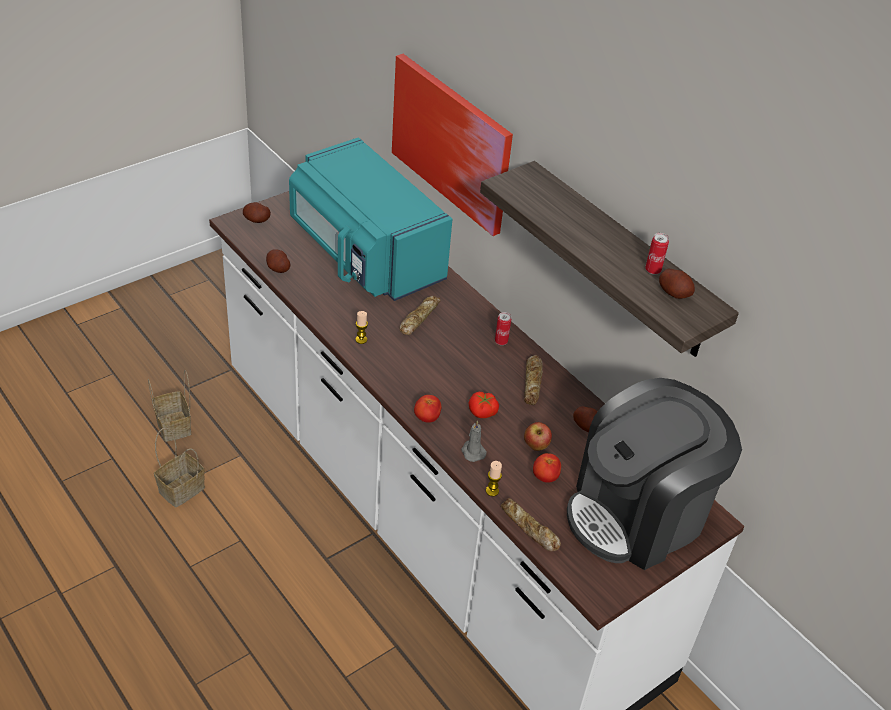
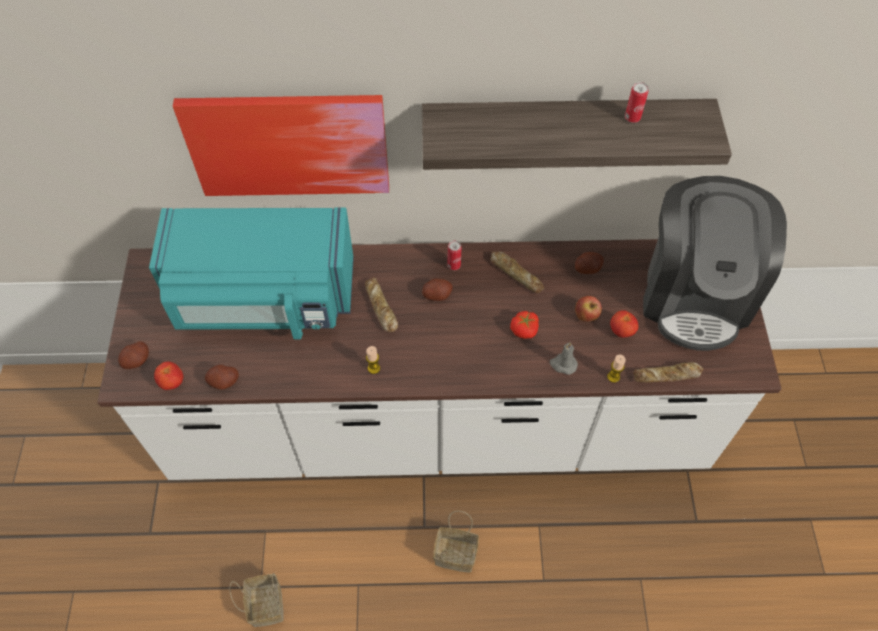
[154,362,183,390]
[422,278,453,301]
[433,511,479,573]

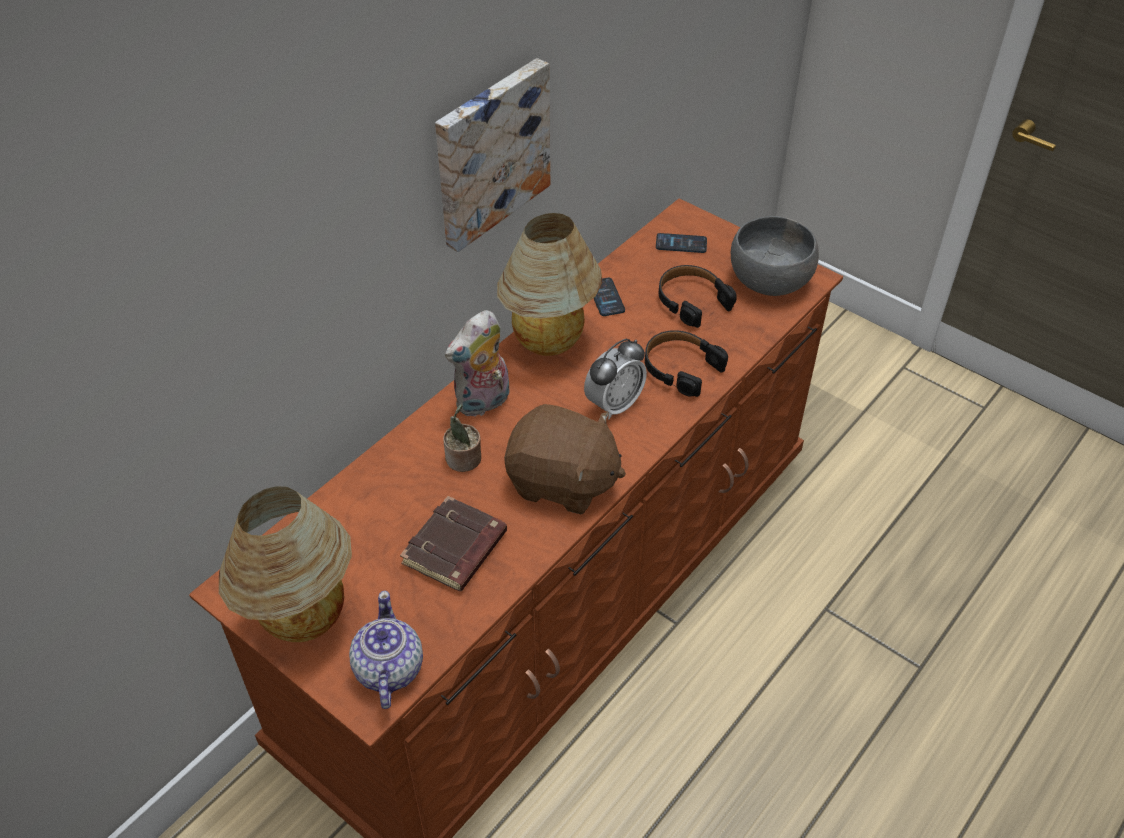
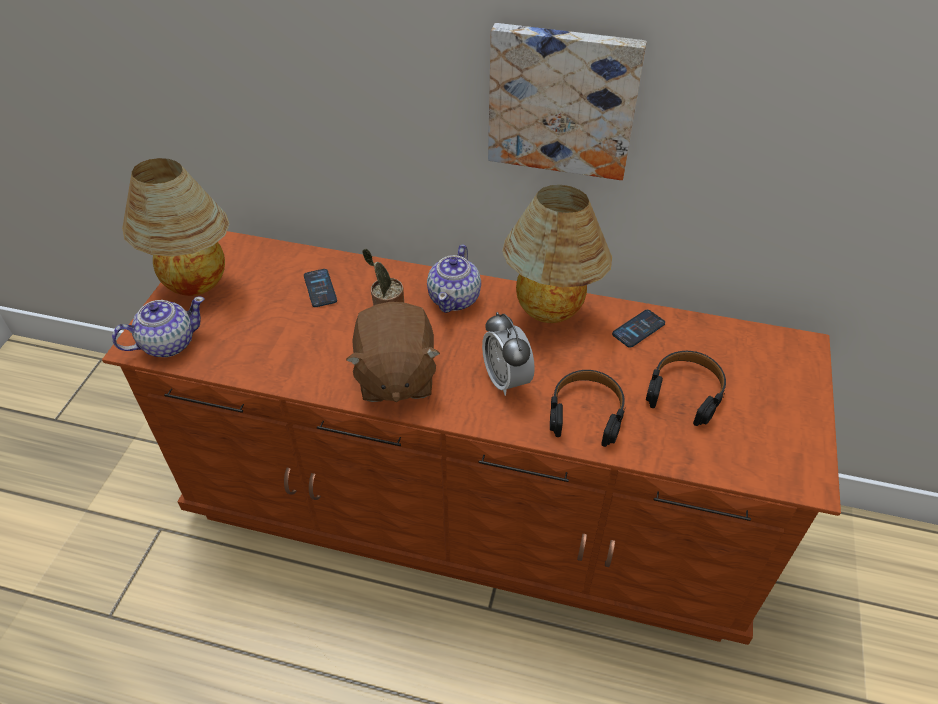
[304,269,337,307]
[427,244,481,313]
[482,312,535,396]
[400,496,507,591] (first image)
[731,216,819,296] (first image)

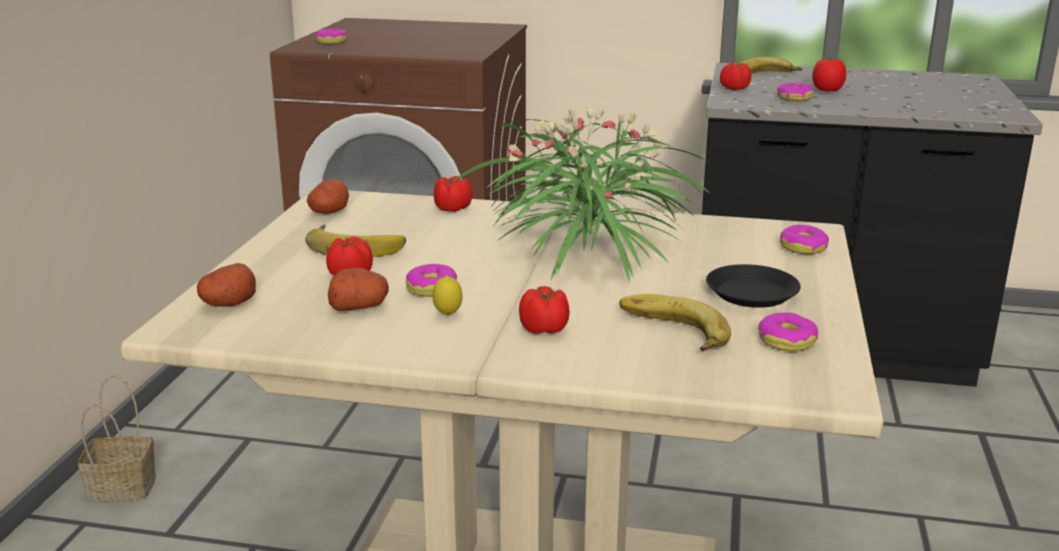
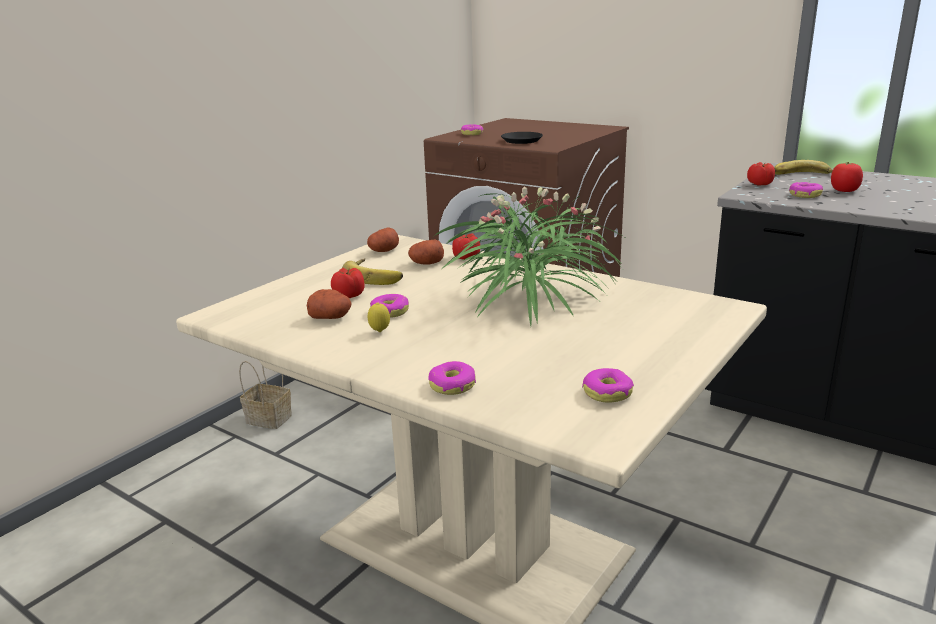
[408,240,444,265]
[428,361,476,395]
[501,132,543,144]
[519,286,570,334] (first image)
[619,294,731,352] (first image)

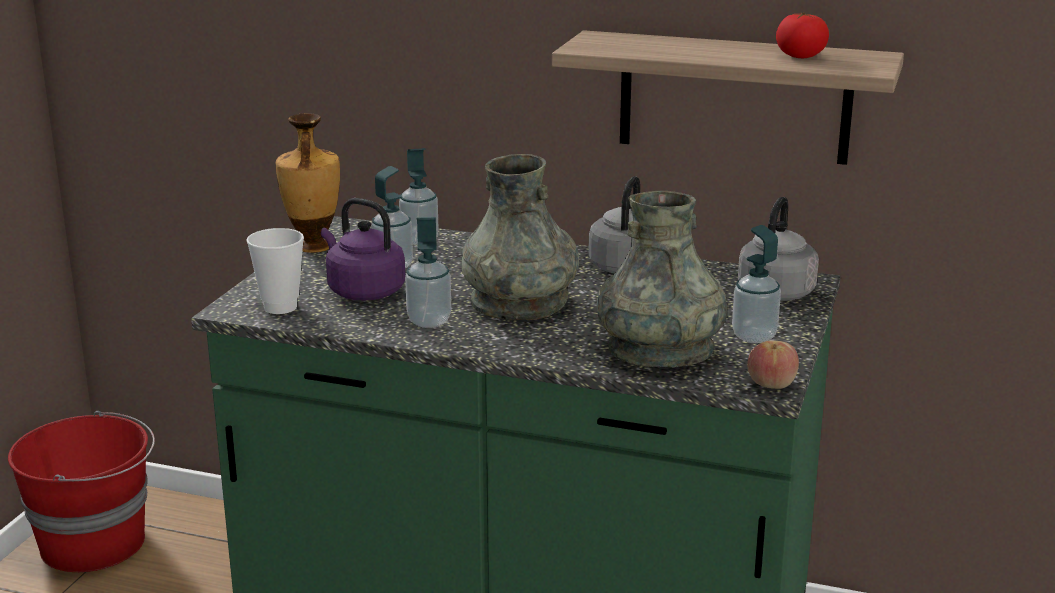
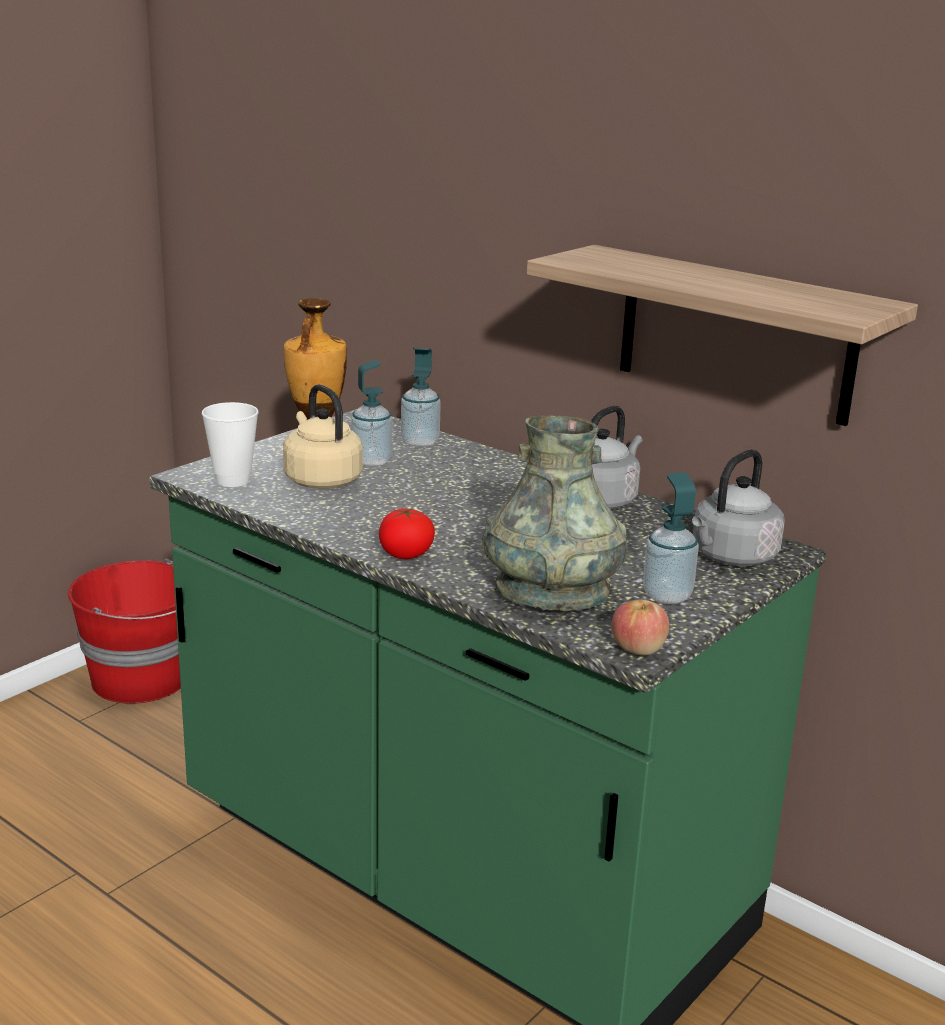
[283,384,363,489]
[379,508,435,559]
[405,217,451,328] (first image)
[462,154,579,320] (first image)

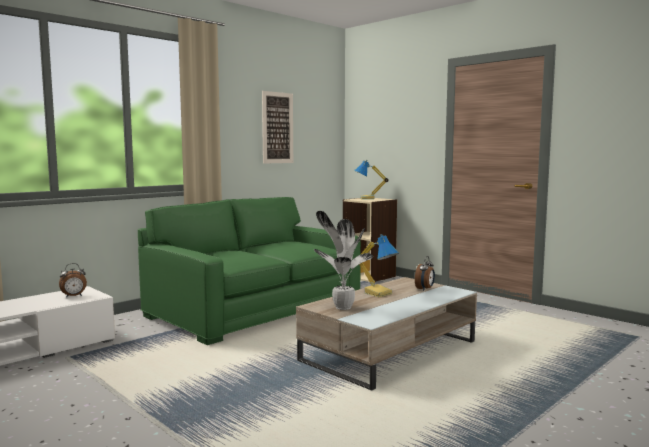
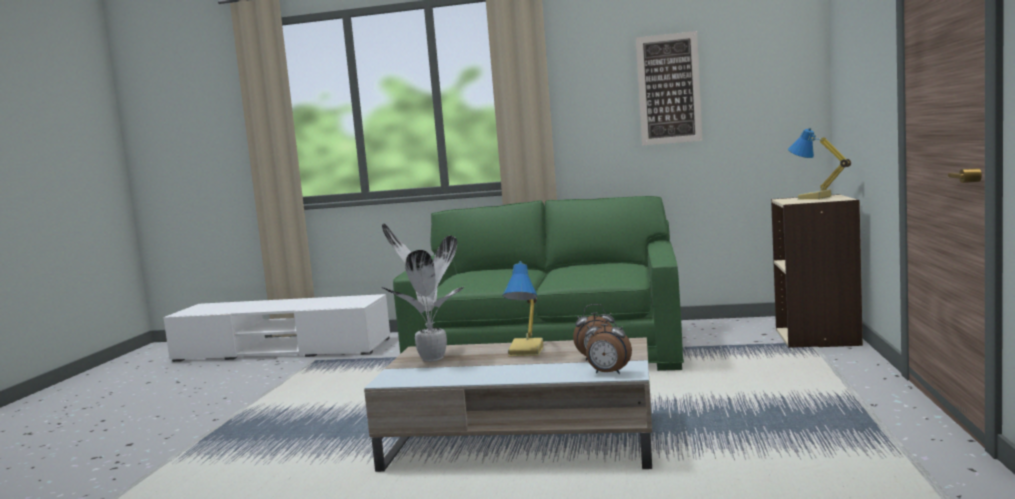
[585,315,632,374]

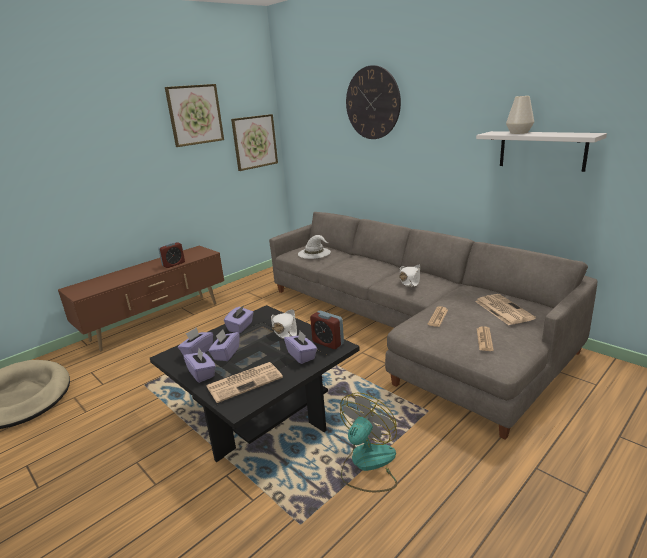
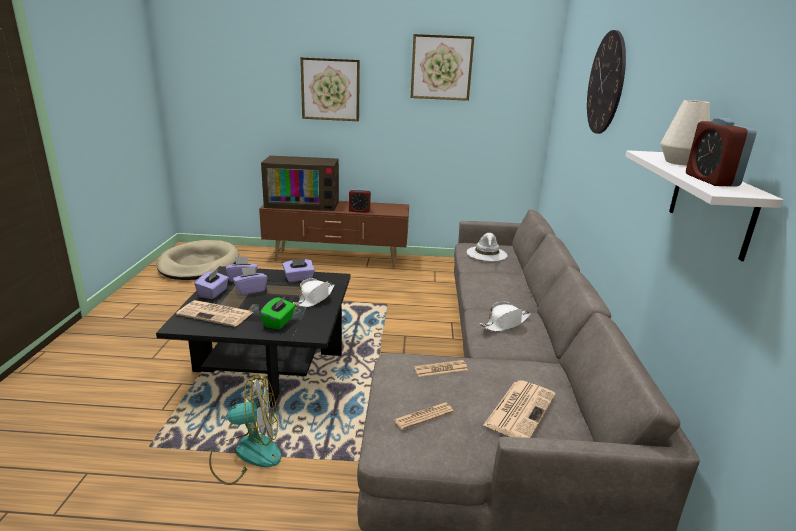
[260,296,296,329]
[261,156,339,211]
[300,57,360,121]
[686,118,756,187]

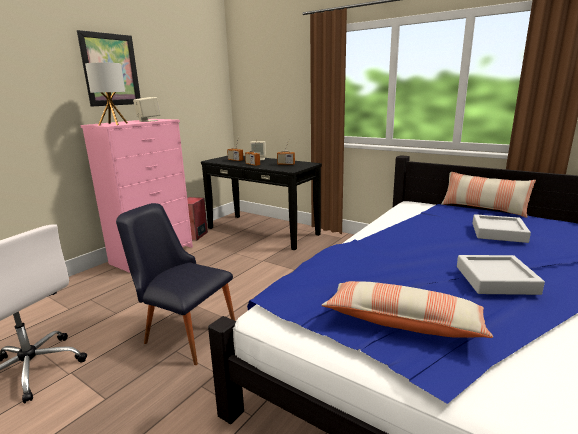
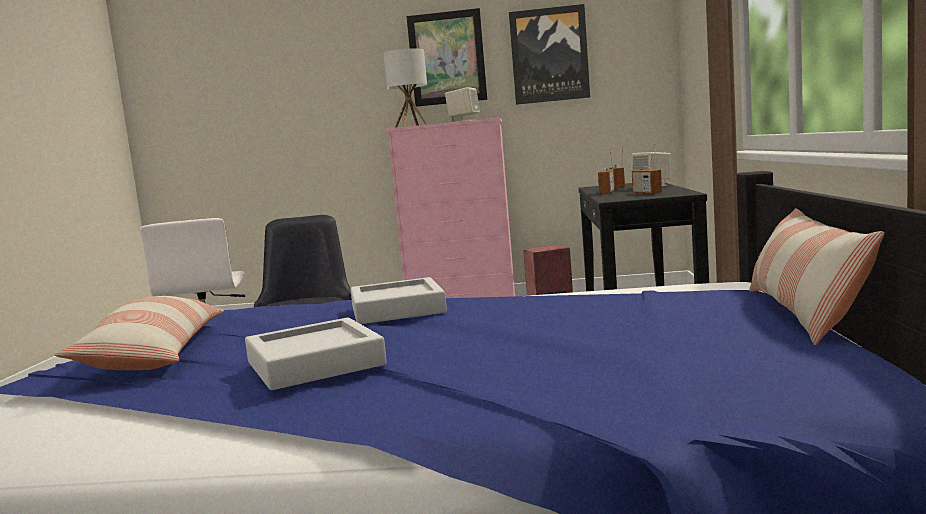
[350,277,447,324]
[509,4,590,105]

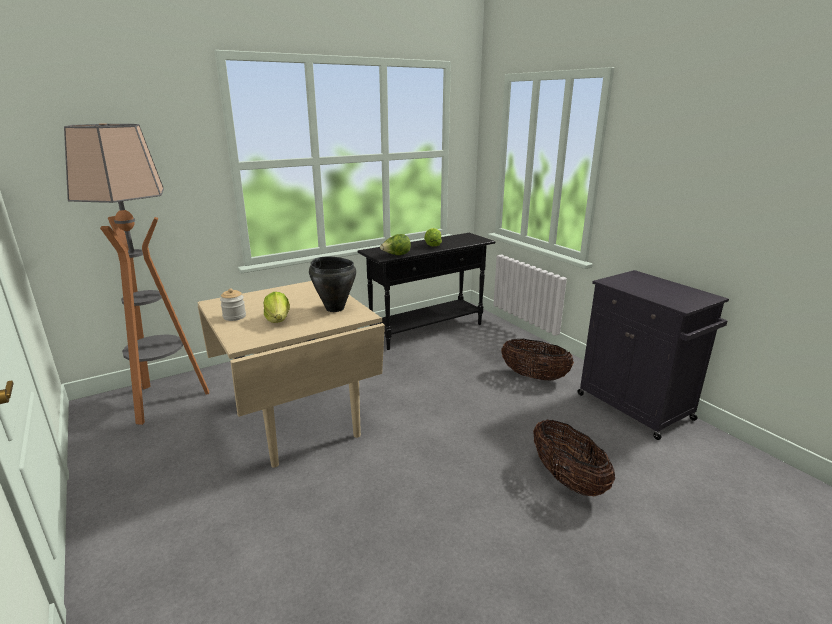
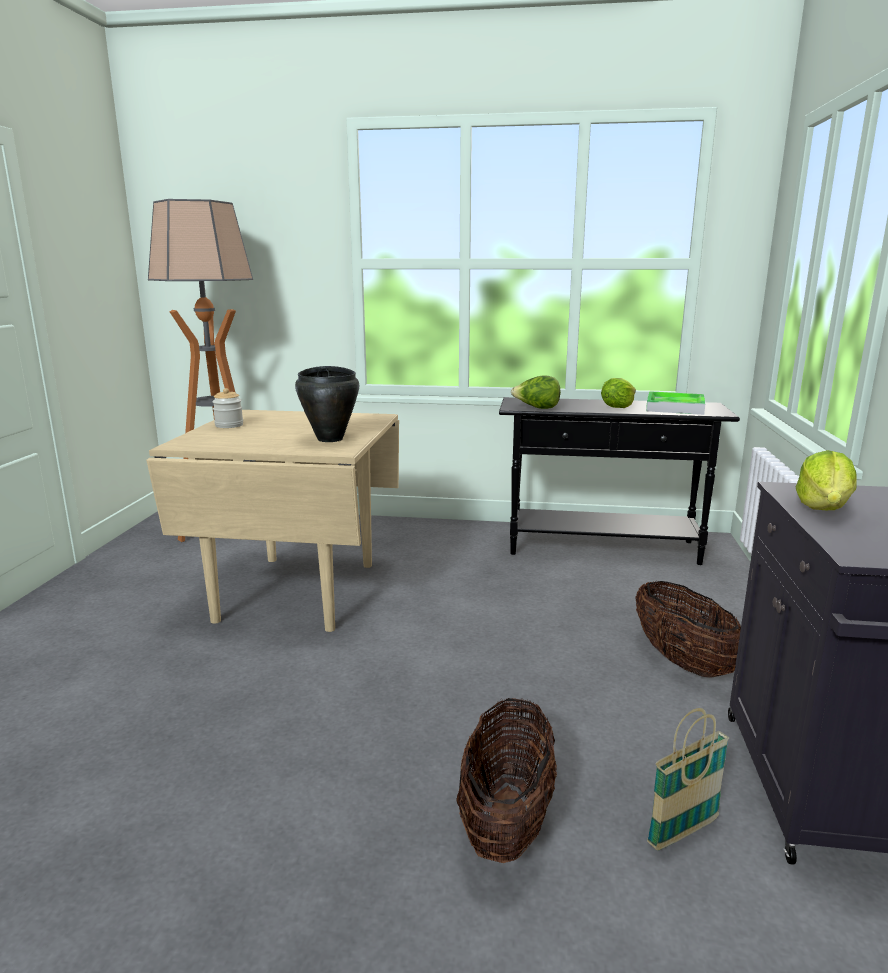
[646,391,705,415]
[647,708,729,851]
[796,450,857,510]

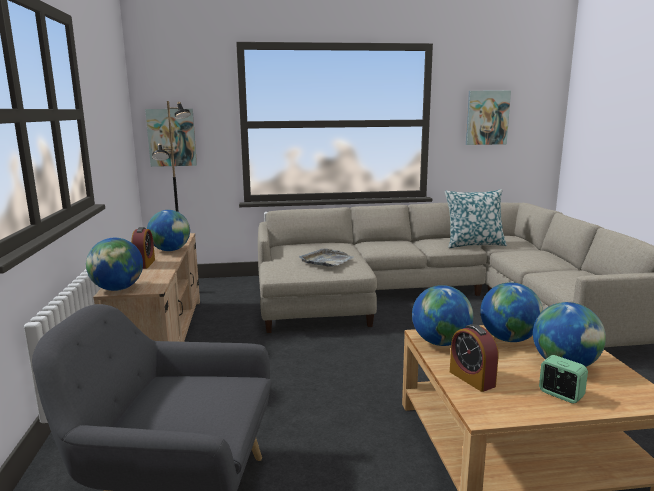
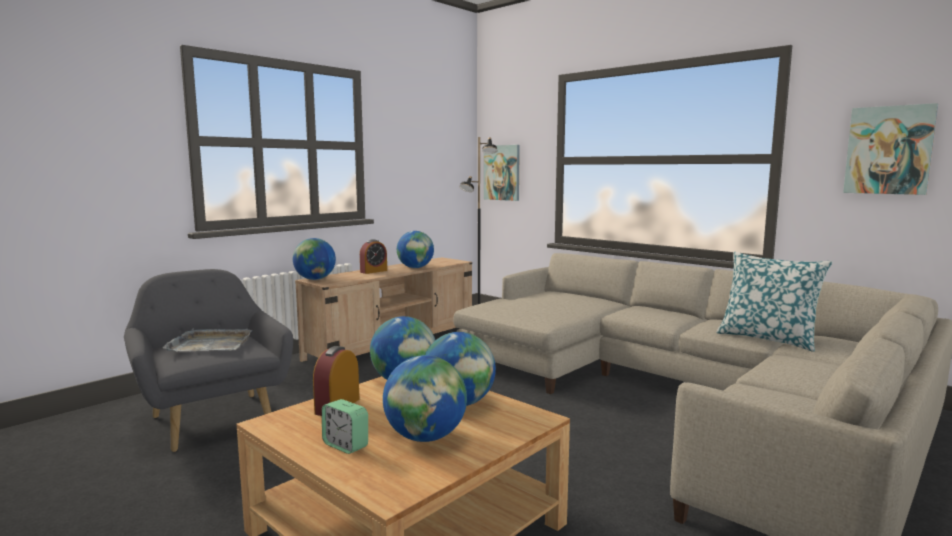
[163,328,252,351]
[322,399,368,454]

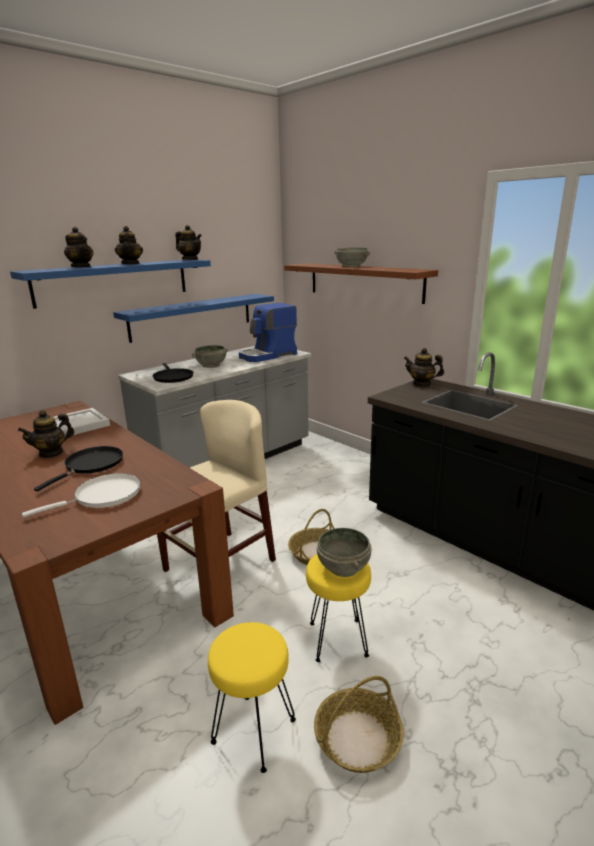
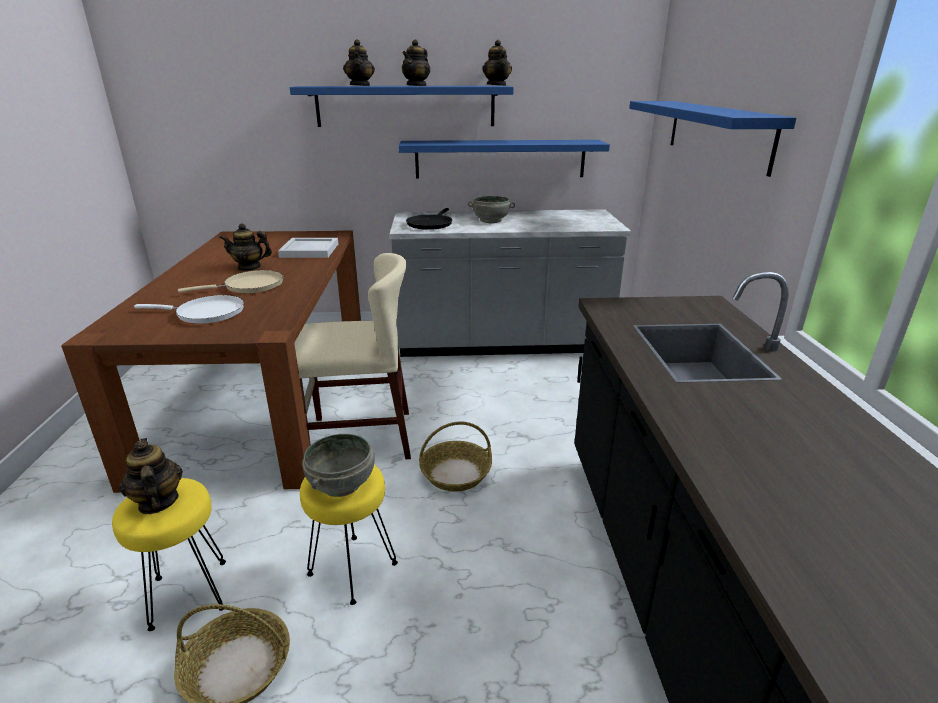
[119,438,183,514]
[178,270,283,293]
[629,101,797,177]
[239,303,297,362] (first image)
[335,248,370,267] (first image)

